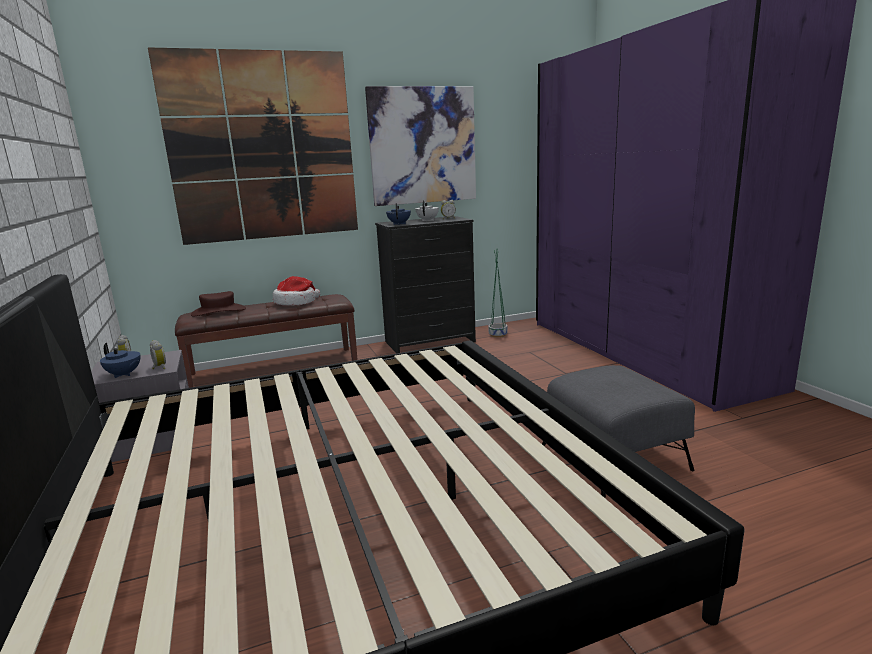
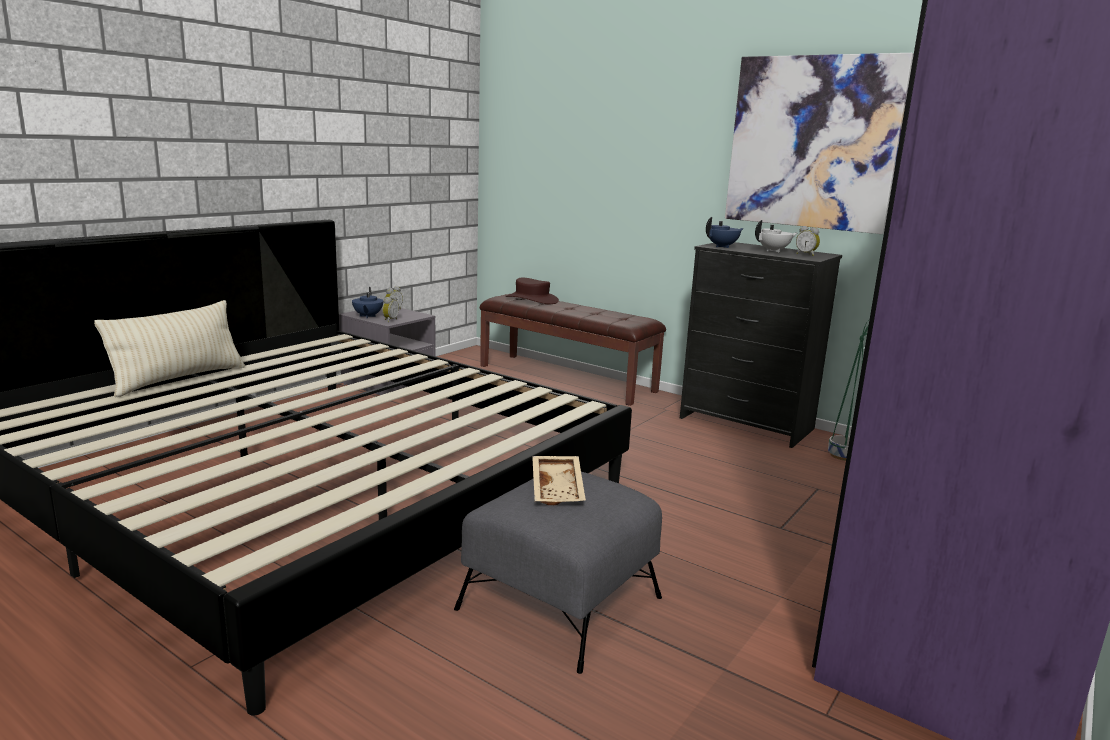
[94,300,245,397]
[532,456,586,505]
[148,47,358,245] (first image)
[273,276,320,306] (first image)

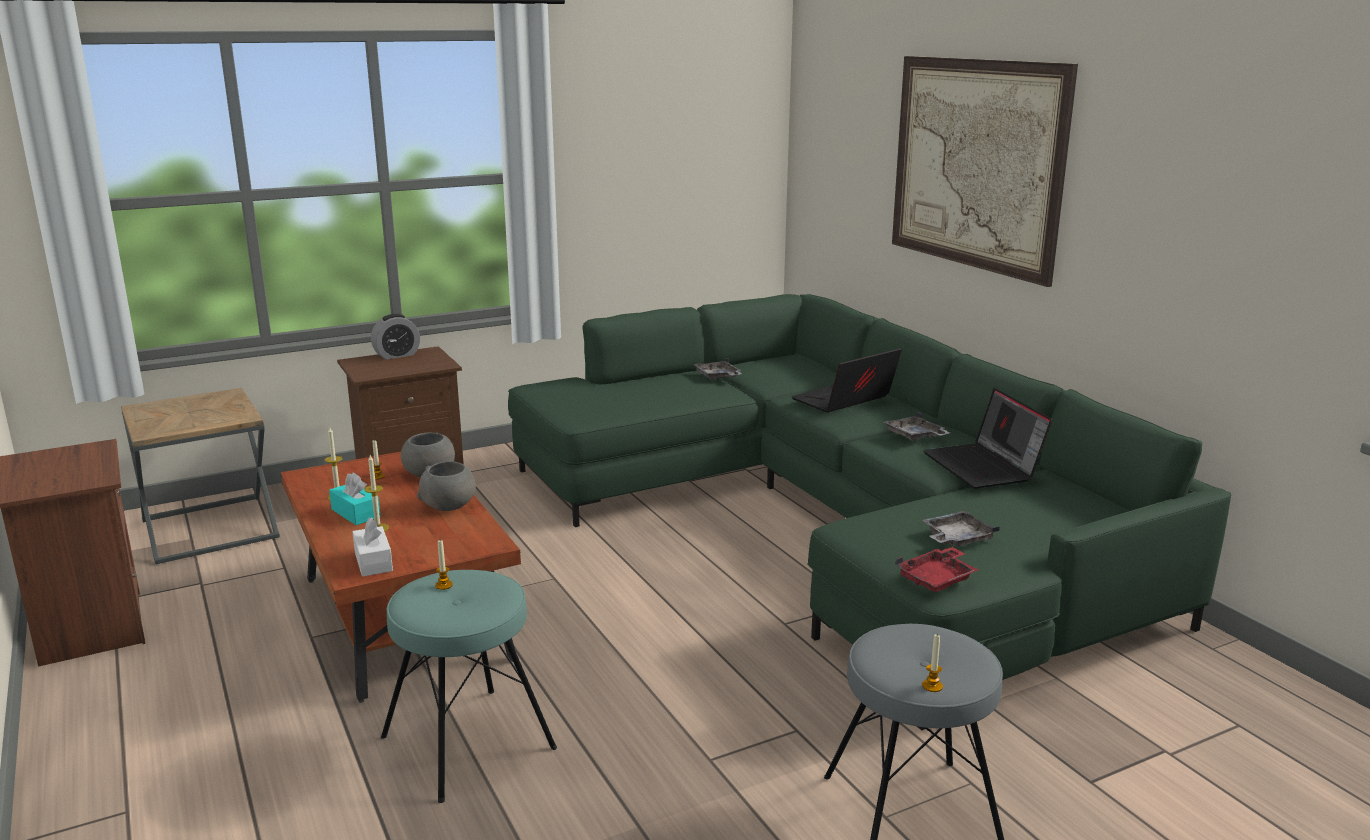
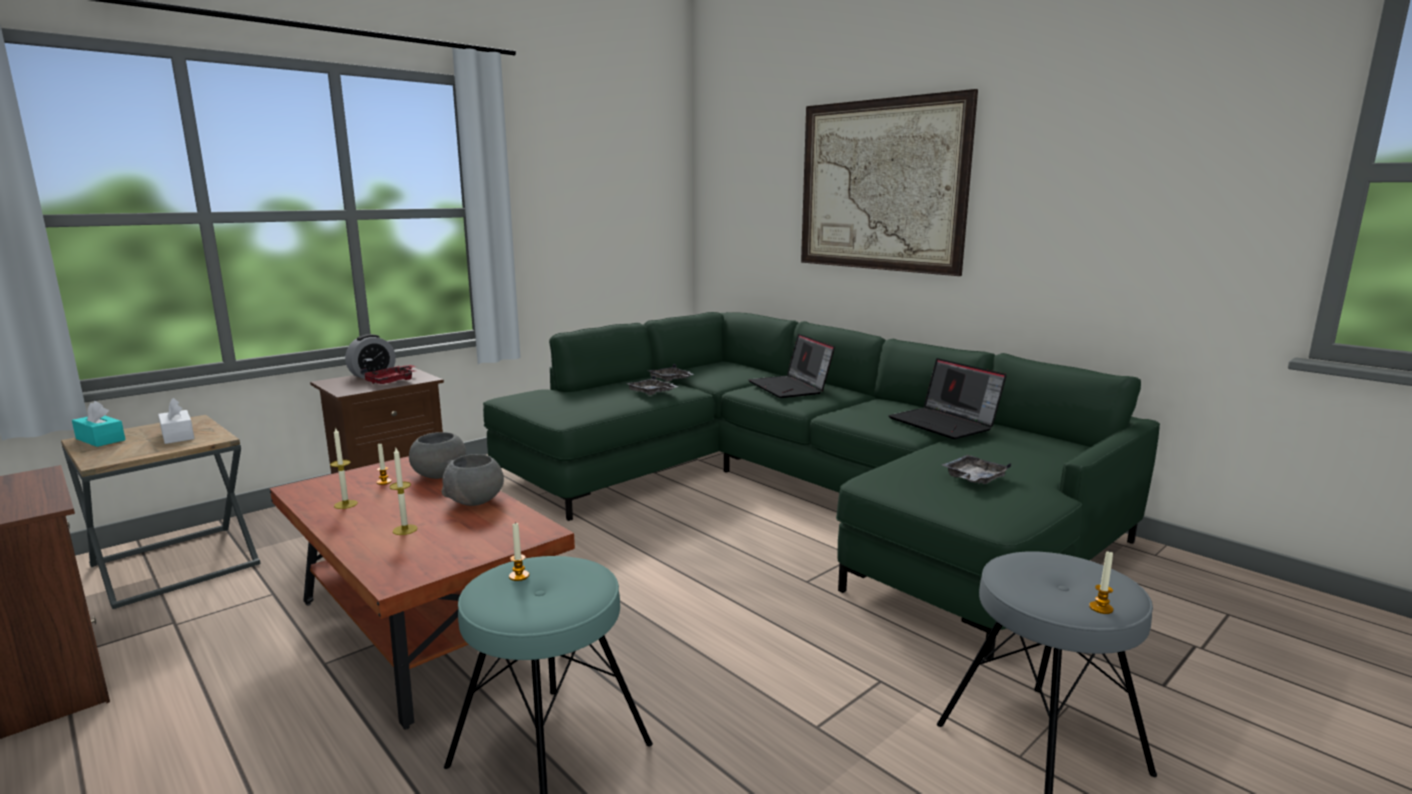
[72,401,126,447]
[158,398,195,444]
[360,365,416,384]
[627,376,678,395]
[748,334,835,398]

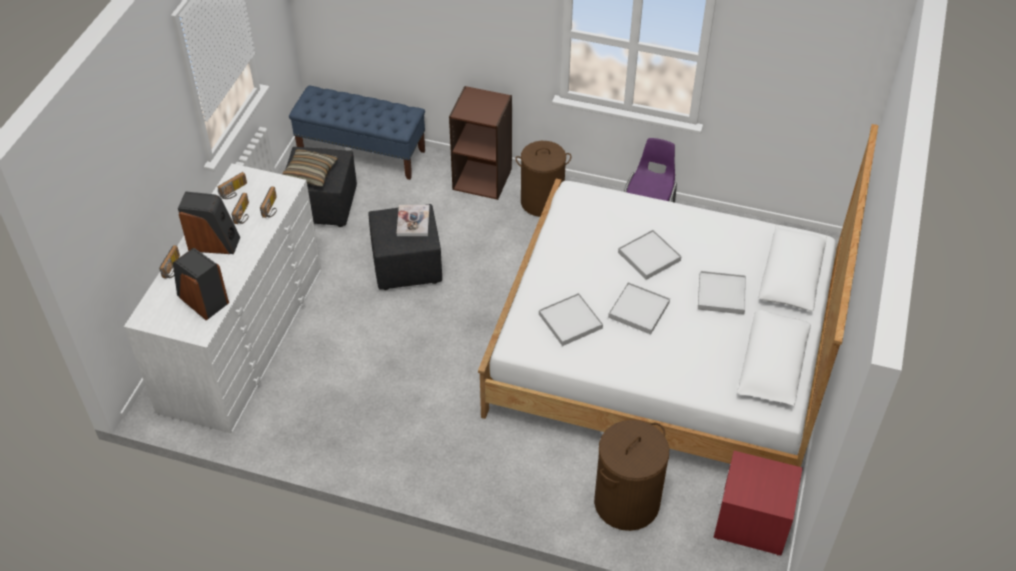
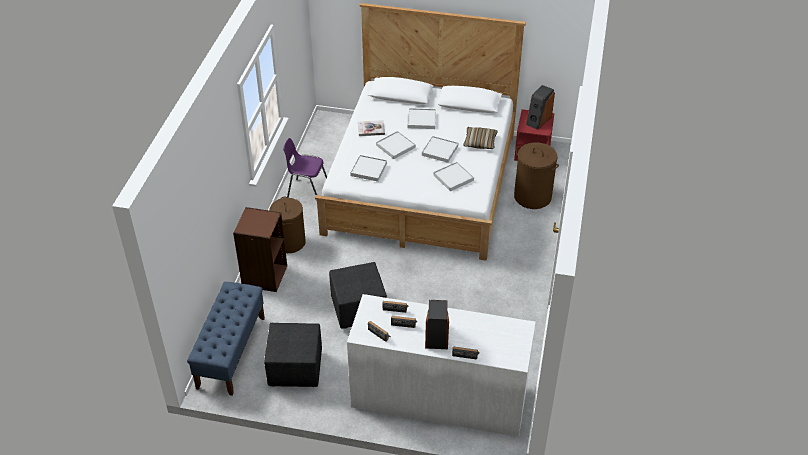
[350,155,387,182]
[358,120,385,136]
[463,127,498,149]
[526,85,555,130]

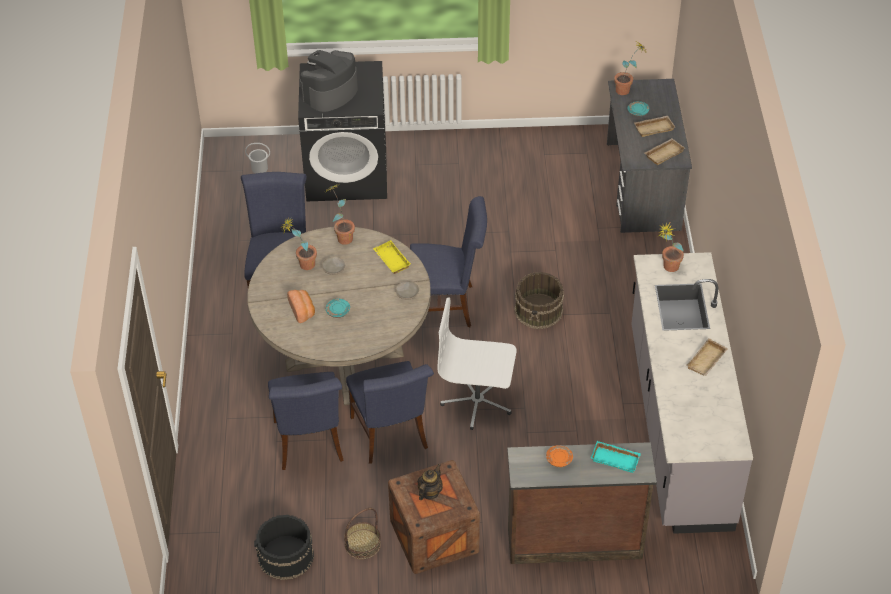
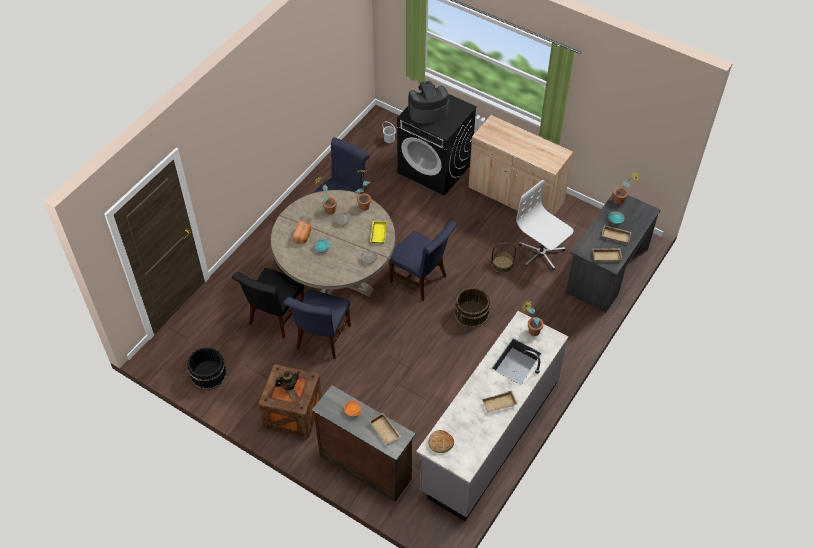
[232,268,304,339]
[370,413,401,445]
[428,430,454,453]
[469,115,573,215]
[492,243,516,273]
[516,180,574,270]

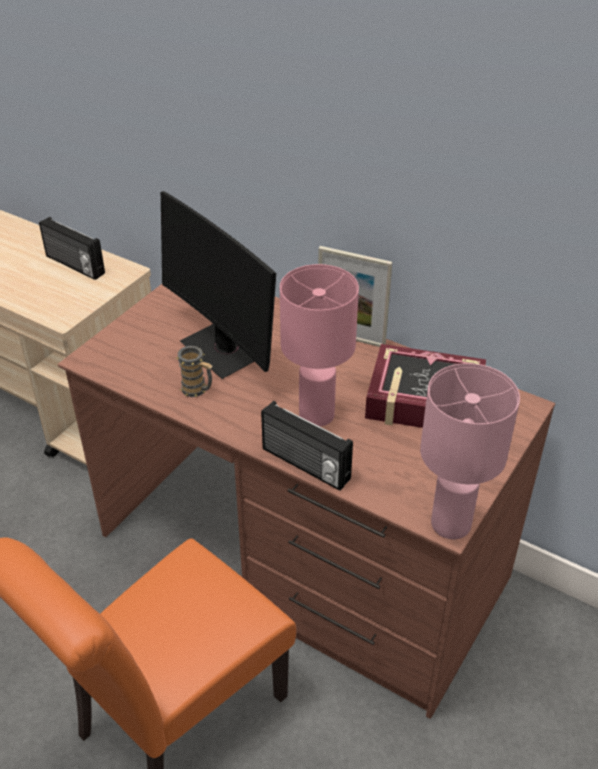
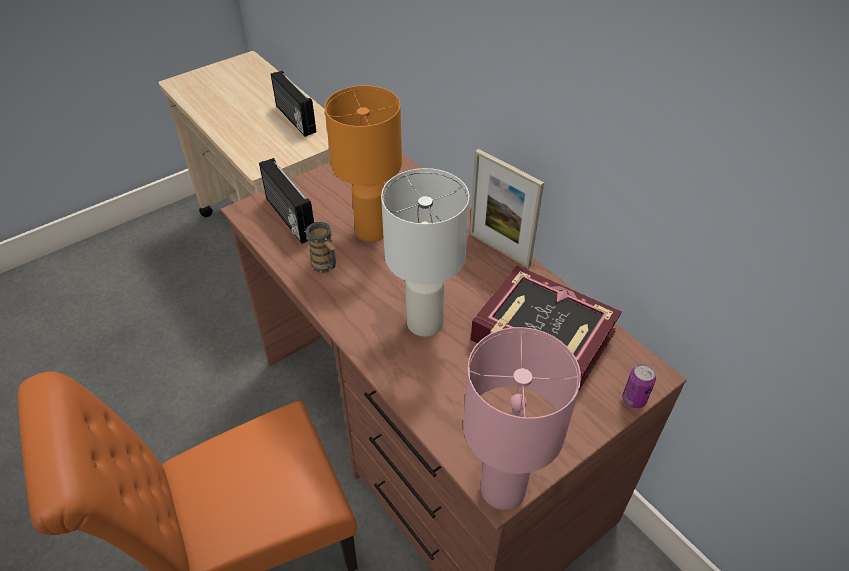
[259,158,314,244]
[325,85,402,242]
[381,168,469,337]
[622,364,656,408]

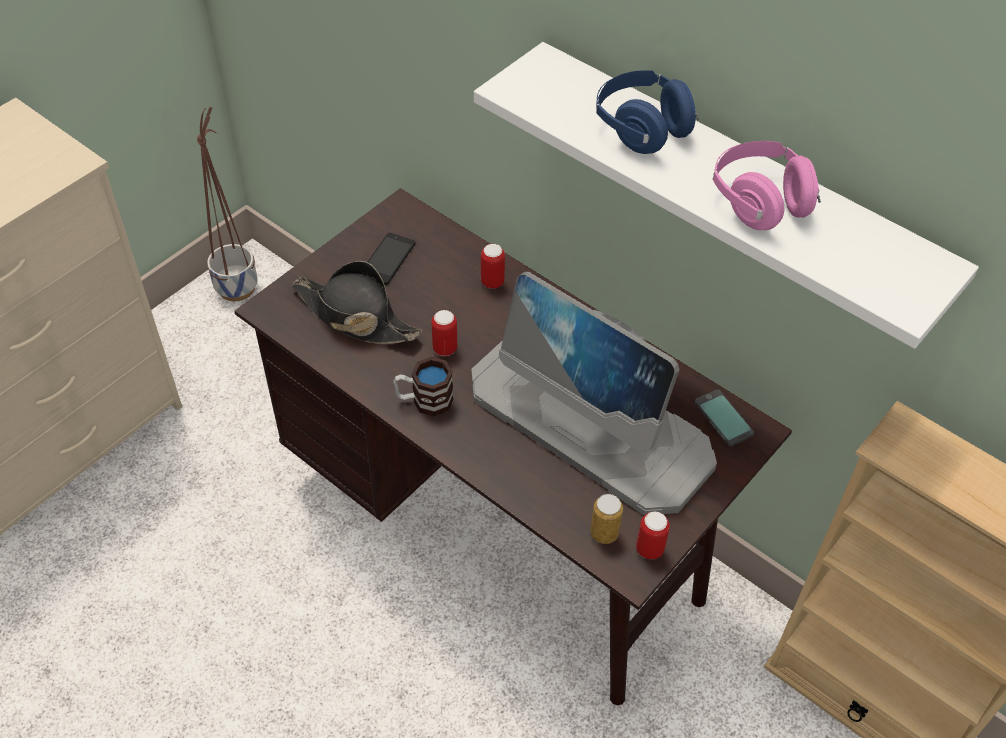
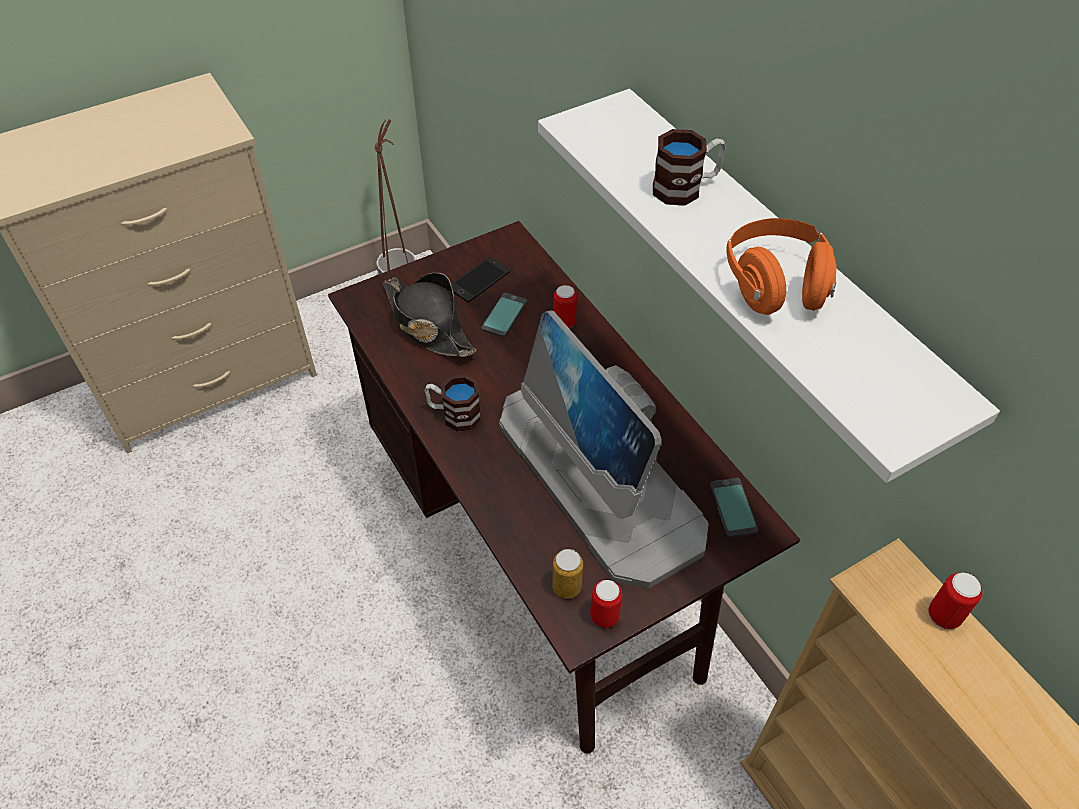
[481,293,527,338]
[653,129,726,206]
[726,218,837,315]
[928,572,982,629]

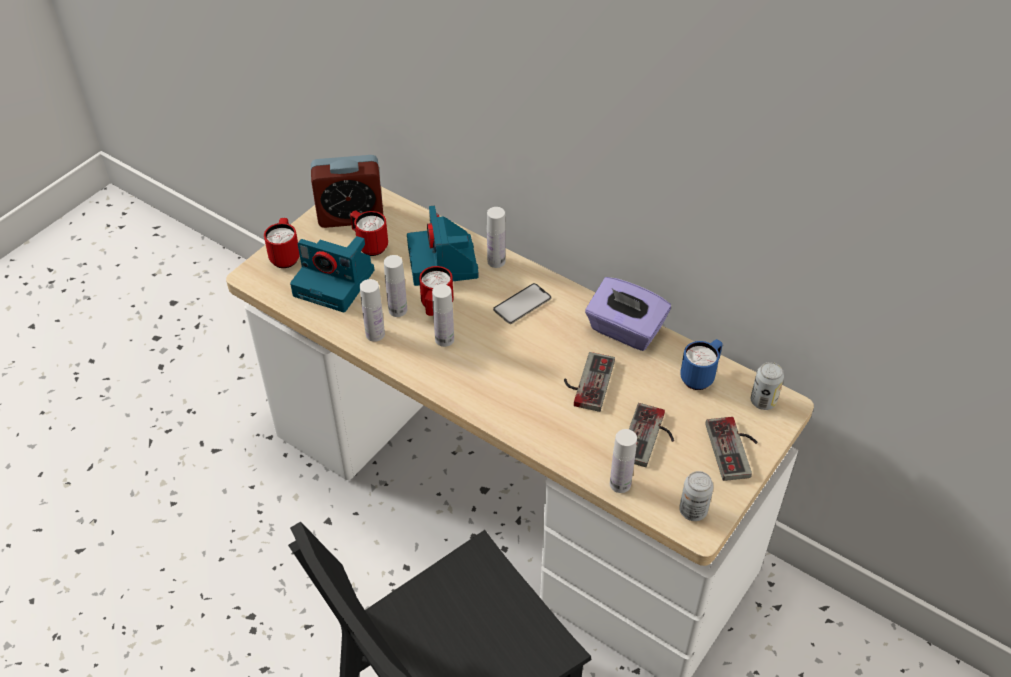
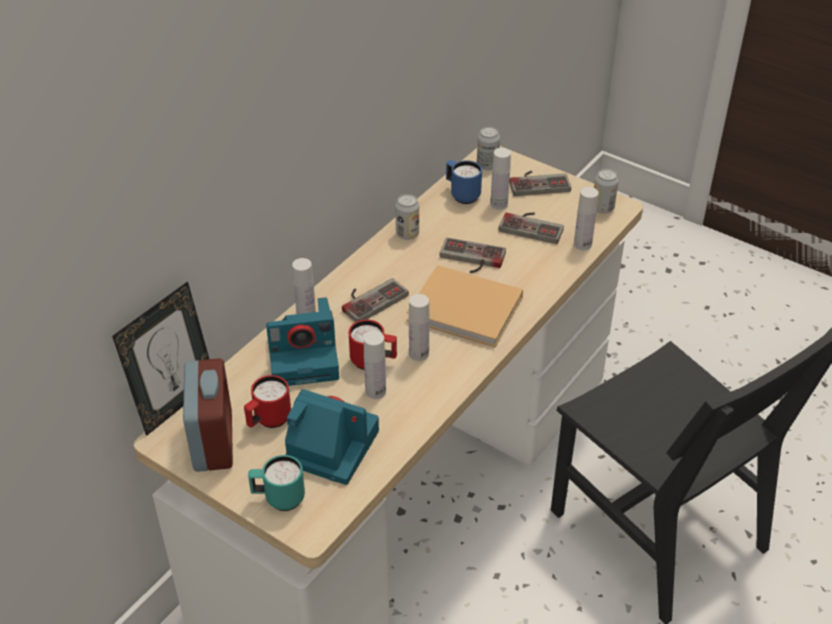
[112,281,209,436]
[248,455,305,511]
[285,389,379,485]
[342,278,409,322]
[395,194,419,240]
[407,265,523,347]
[490,148,511,210]

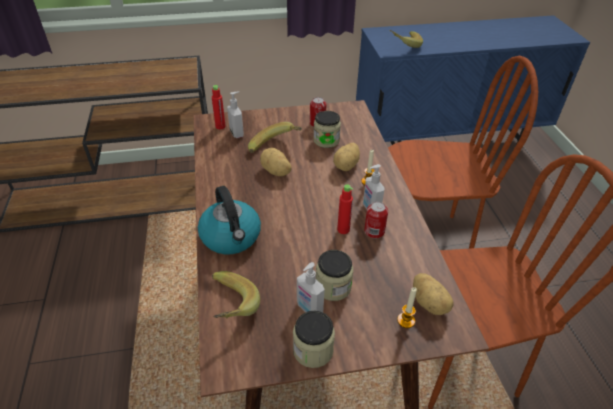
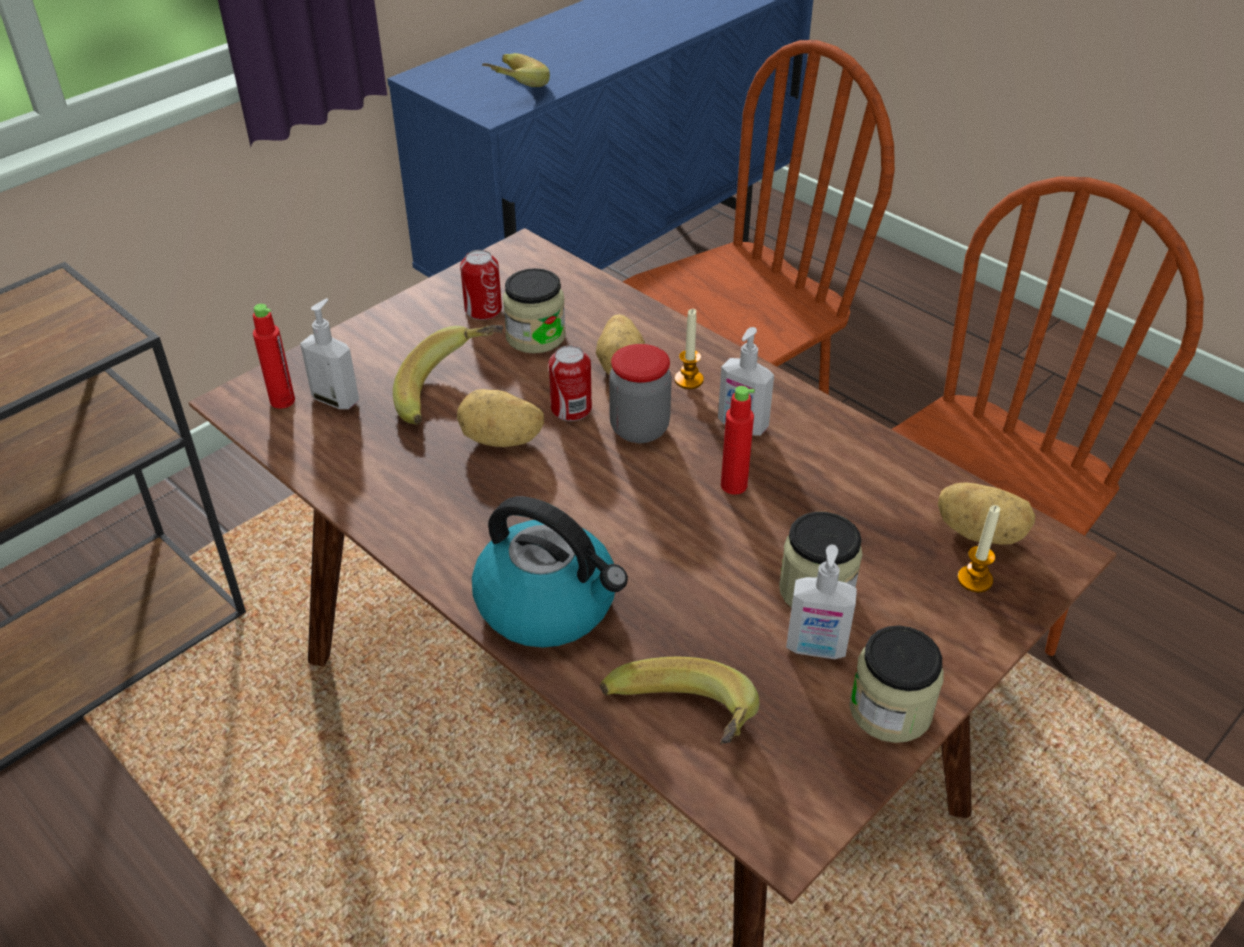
[549,345,592,421]
[609,344,672,443]

